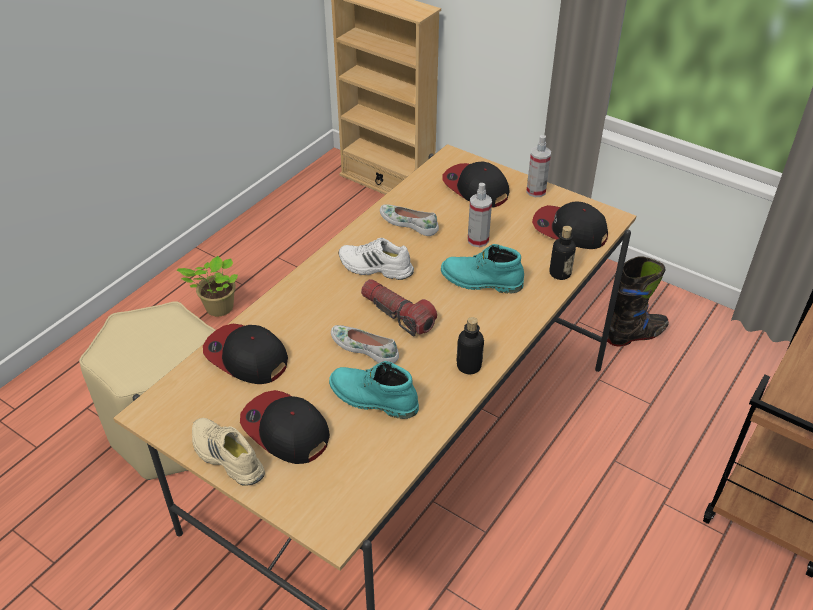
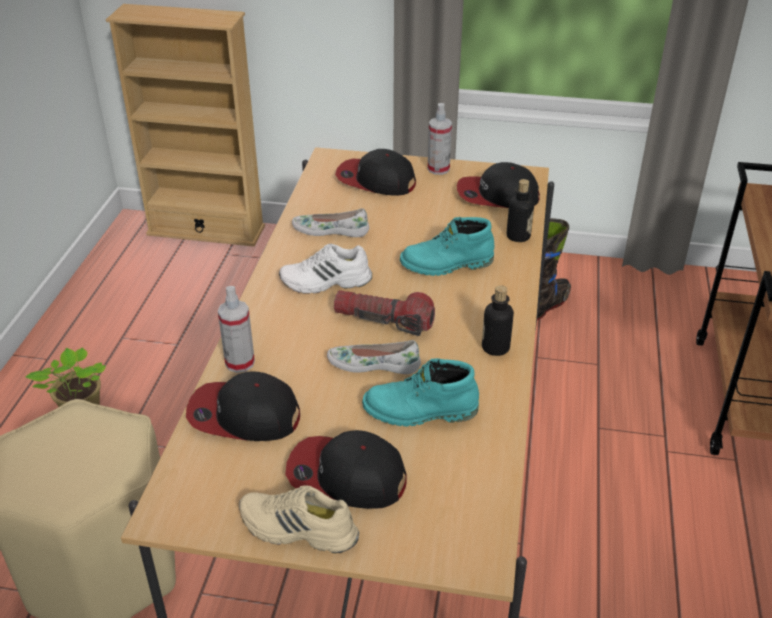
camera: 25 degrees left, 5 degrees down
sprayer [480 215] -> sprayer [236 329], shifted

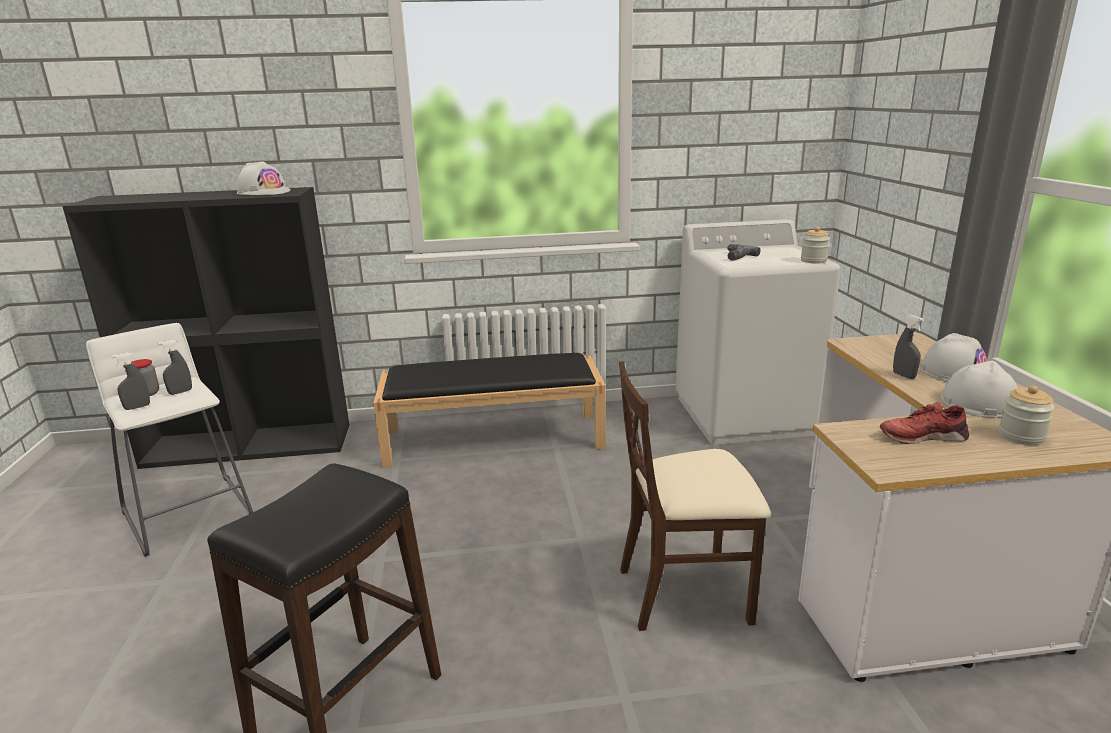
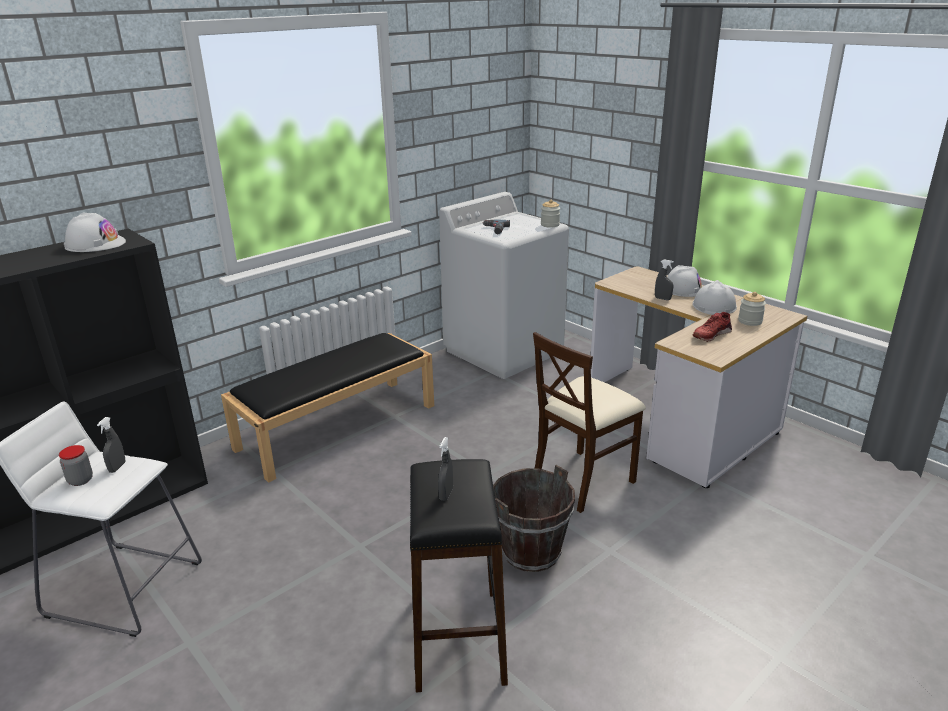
camera: 35 degrees left, 5 degrees up
sprayer in greyish [131 381] -> sprayer in greyish [445 469], shifted
none -> pail in brown-coloured [534 518]

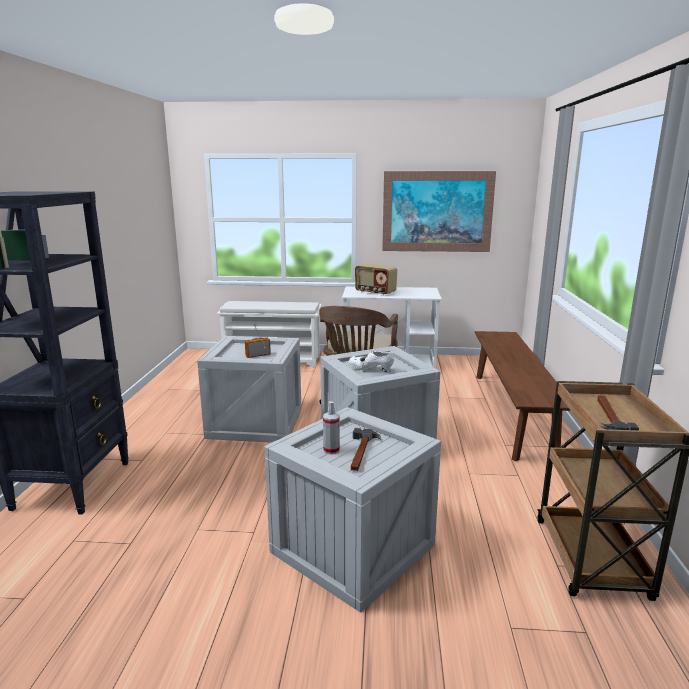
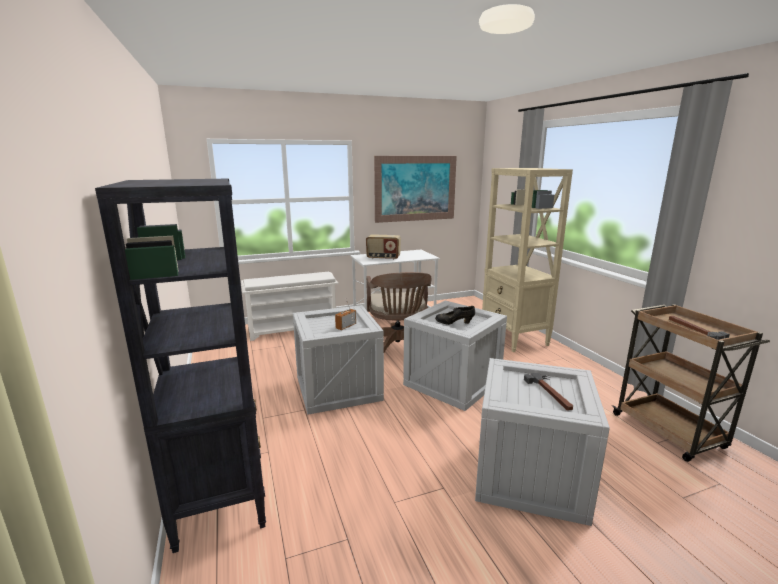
camera: 25 degrees left, 0 degrees up
indoor bench in brown-coloured [523 396] -> shelving unit in sand-coloured [527 260]
shoe in white [371 362] -> shoe in blackish [455 315]
sprayer [331 428] -> none

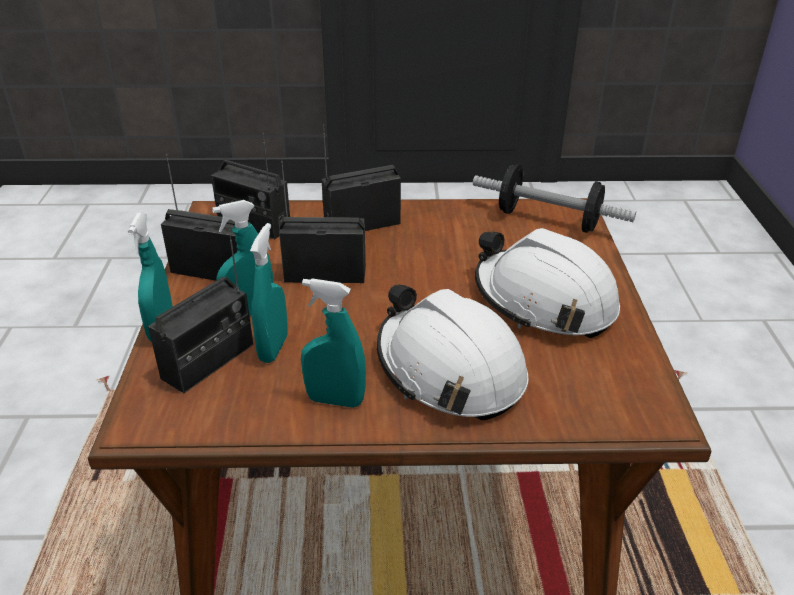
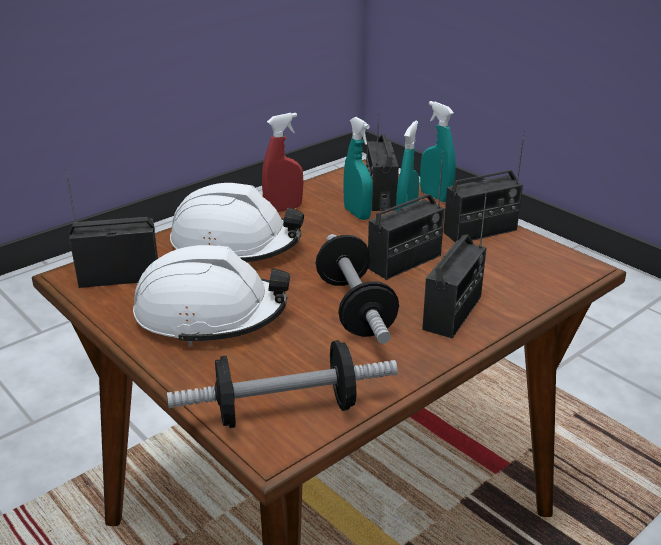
camera: 140 degrees right, 5 degrees down
radio set [250 186] -> radio set [111 228], shifted
sprayer in blue-green [333 343] -> sprayer in red-coloured [282 162]
none -> dumbbell [357 289]

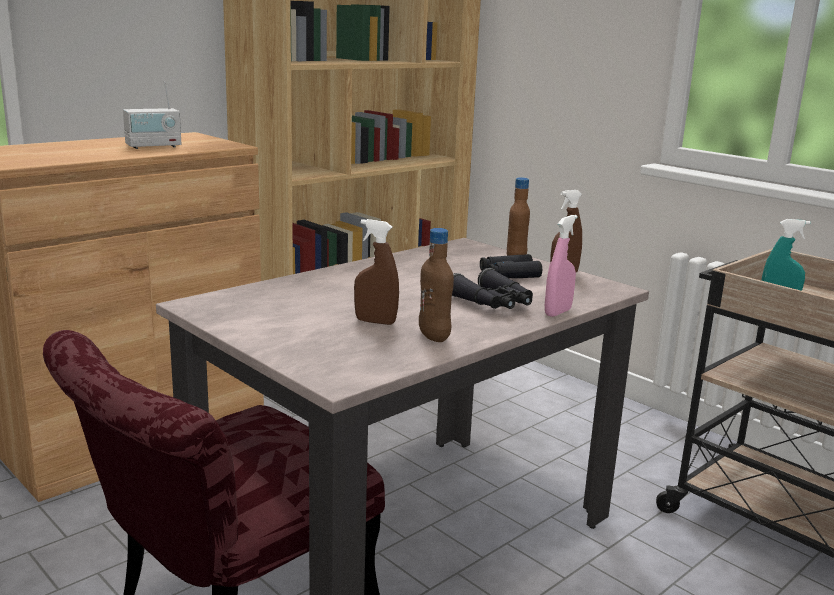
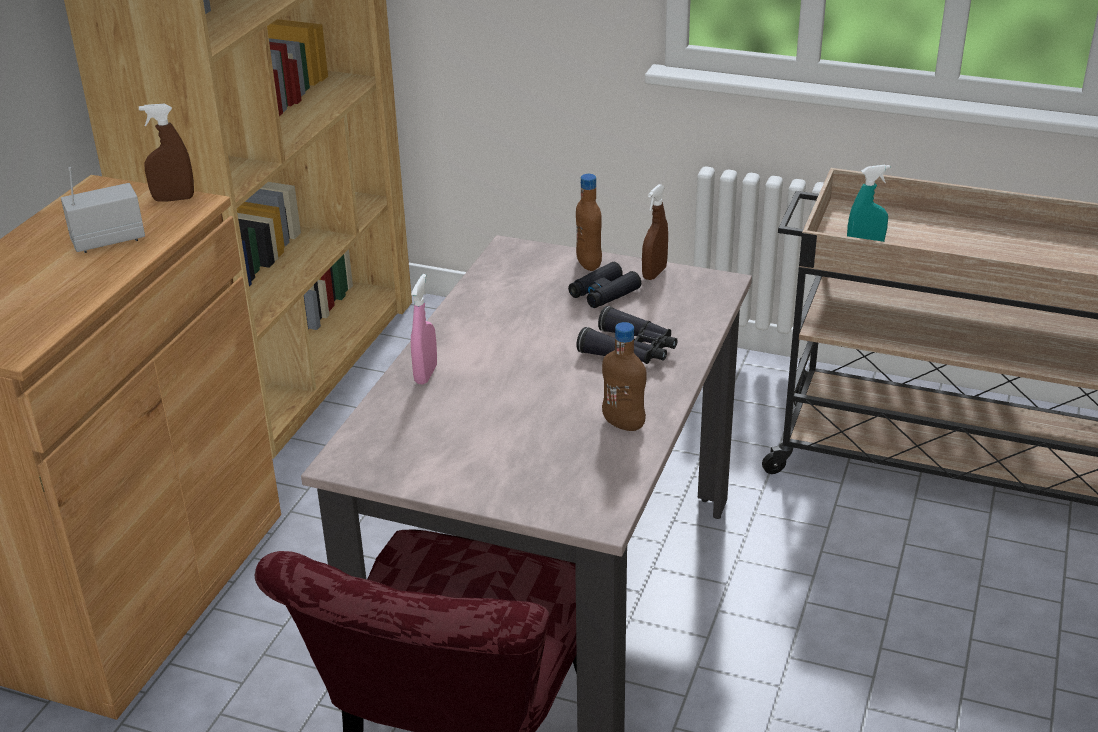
camera: 25 degrees left, 15 degrees up
radio set [152 115] -> radio set [103 210], 150 degrees counterclockwise
sprayer in pink [561 266] -> sprayer in pink [424 329], shifted
sprayer in brown-coloured [376 272] -> sprayer in brown-coloured [166 153], shifted

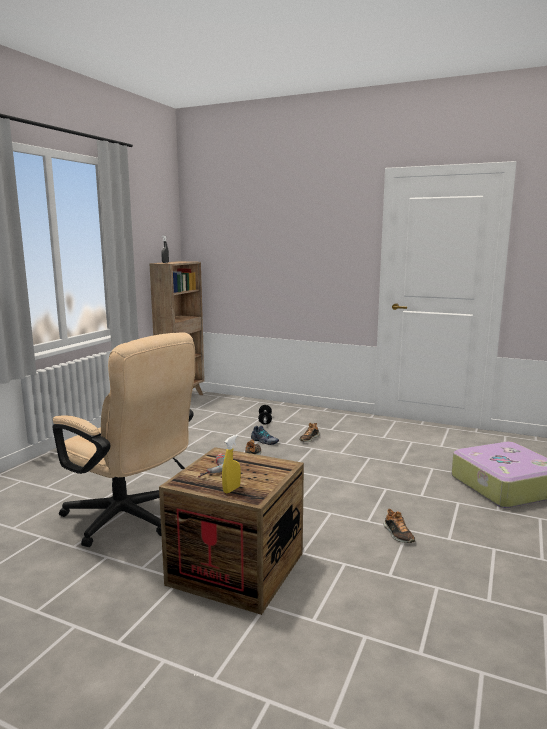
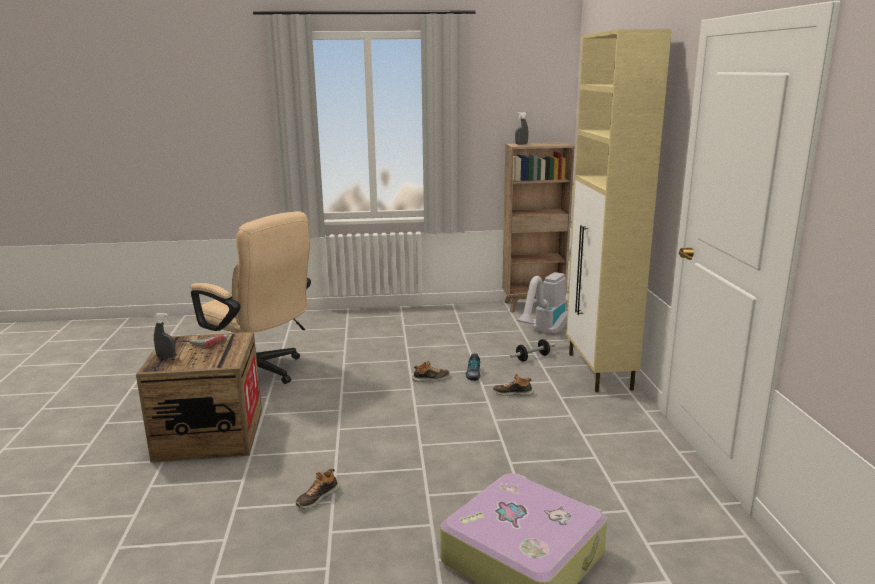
camera: 60 degrees right, 5 degrees up
desk chair in sand-coloured [123 439] -> desk chair in sand-coloured [251 297], 60 degrees counterclockwise
sprayer in yellow [231 464] -> sprayer in greyish [165 335]
none -> storage cabinet in sand-coloured [619 210]
none -> vacuum cleaner [541 303]

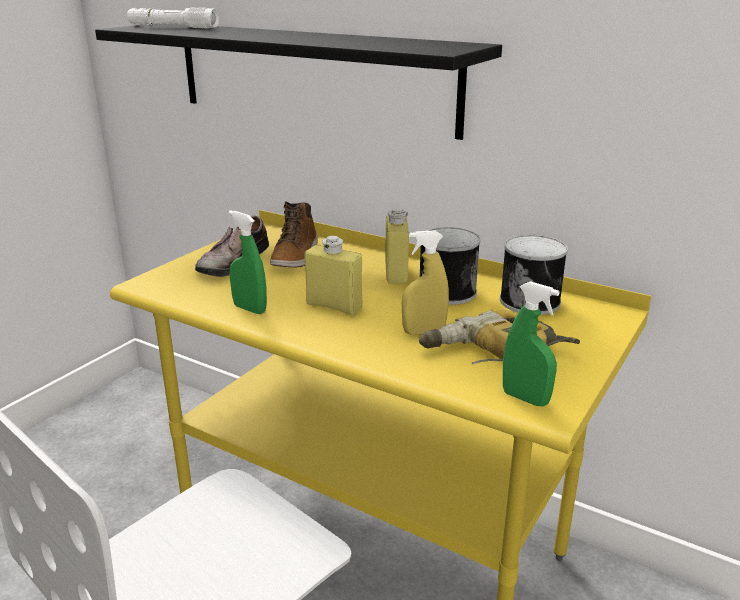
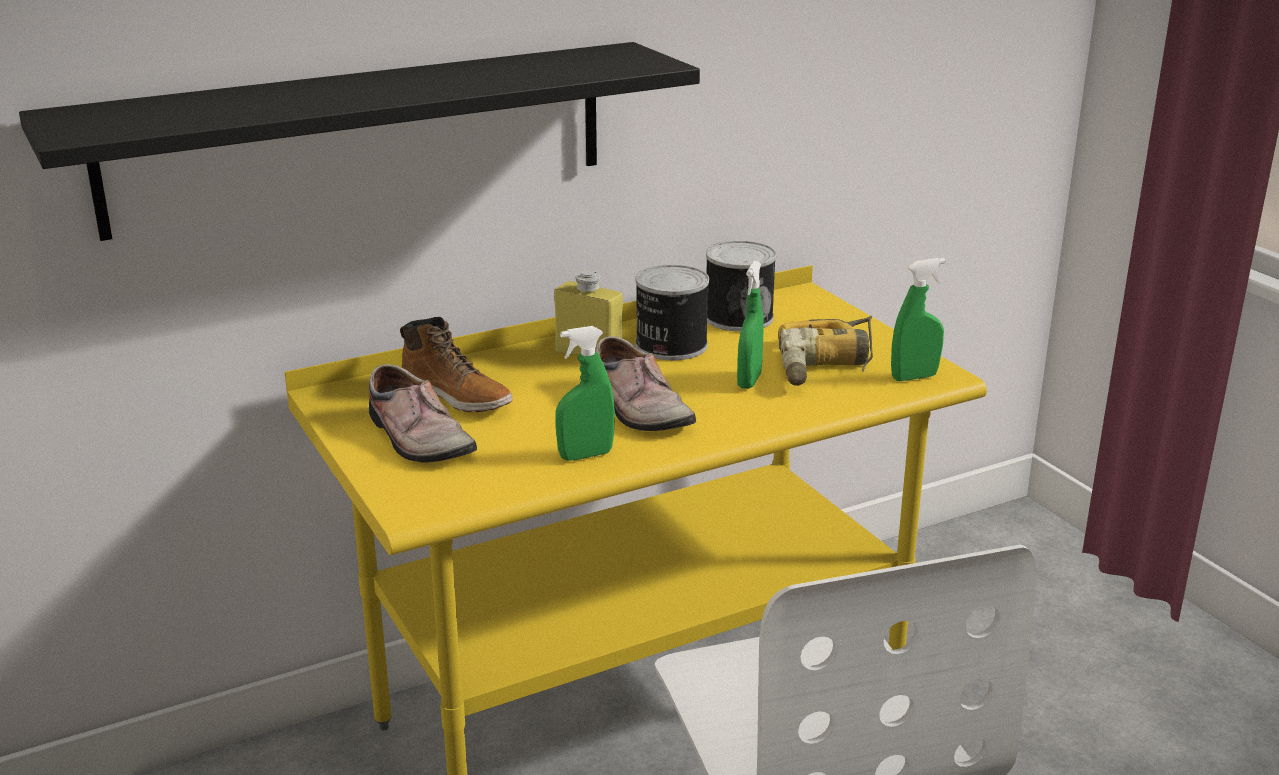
camera: 60 degrees left, 0 degrees up
flashlight in white [173 18] -> none
sprayer in yellow [425 283] -> sprayer in green [750 325]
drink bottle in yellow [333 275] -> shoe [646 383]

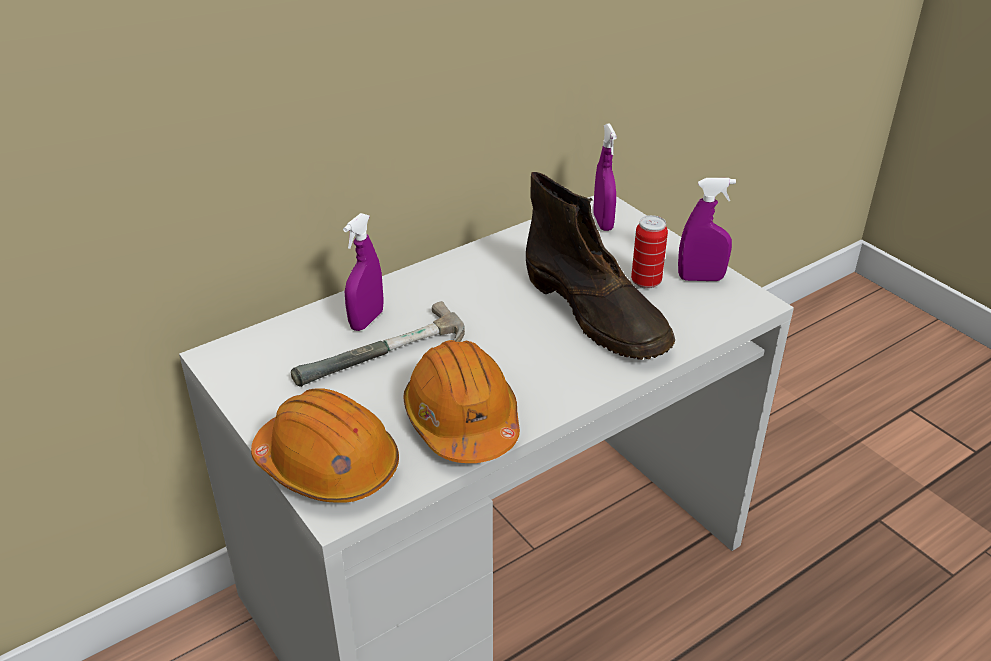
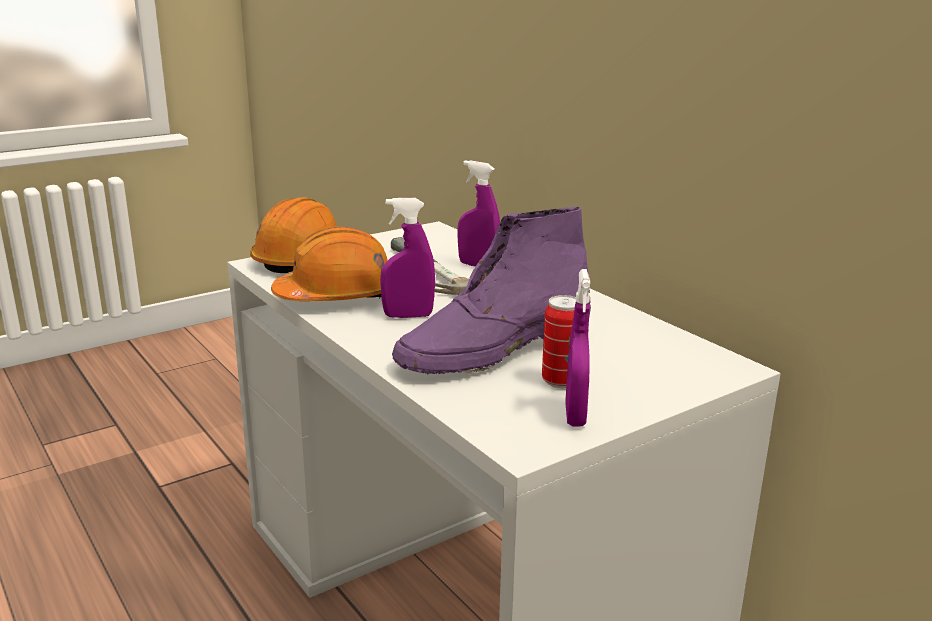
camera: 90 degrees right, 15 degrees down
sprayer in purple-coloured [605 177] -> sprayer in purple-coloured [407 258], shifted
boot in brown-coloured [600 266] -> boot in purple-coloured [491 290]

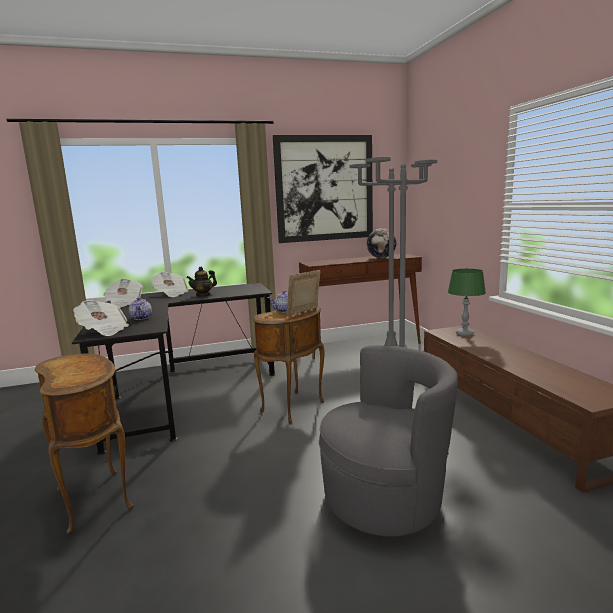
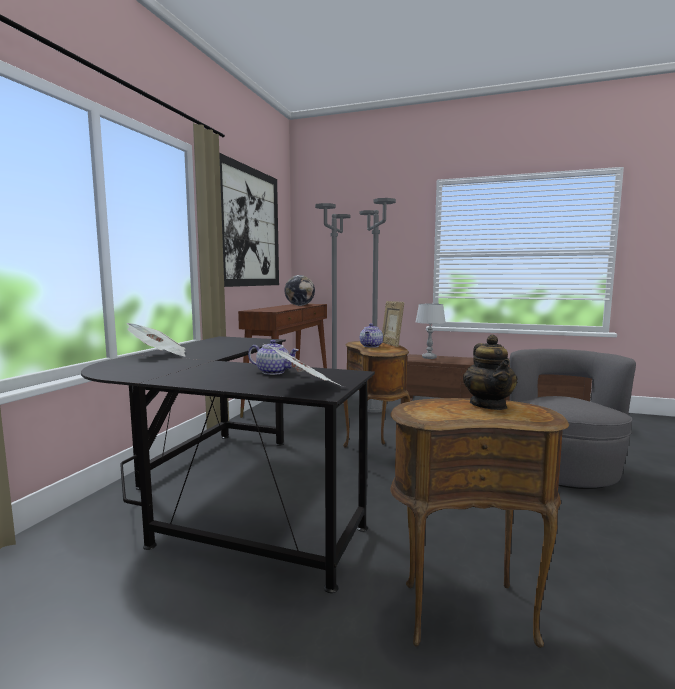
camera: 55 degrees left, 5 degrees down
tea pot [201 282] -> tea pot [490 372], shifted
lamp for a table in green [467 302] -> lamp for a table in greyish [431 331]
daily paper [123 293] -> none

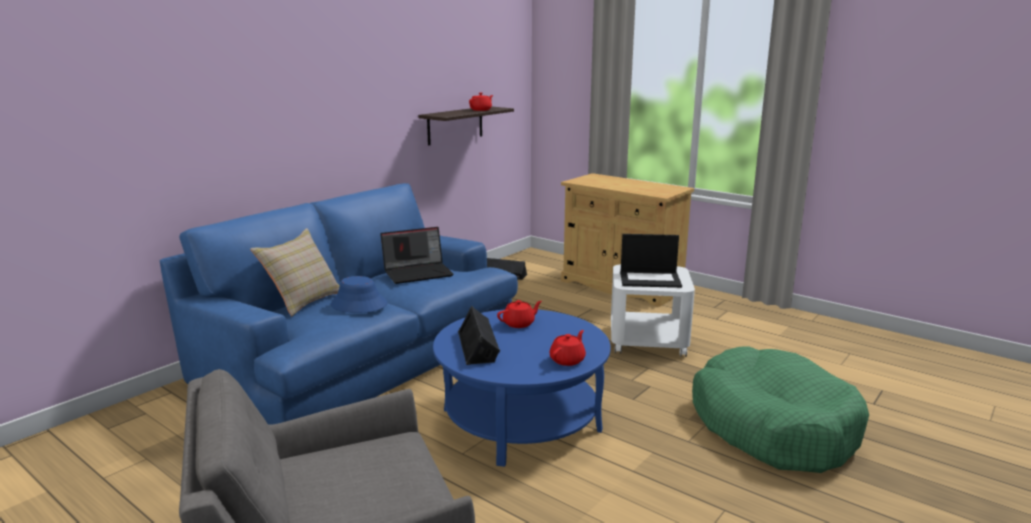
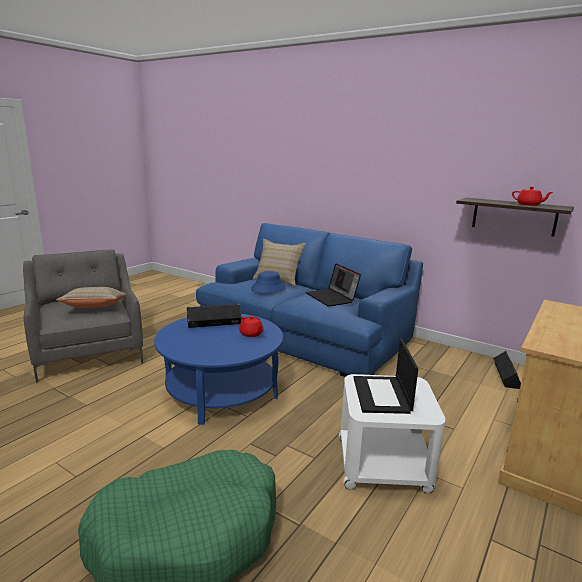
camera: 85 degrees right, 0 degrees up
tea pot in red-coloured [568 348] -> none
none -> pillow in sand-coloured [91 297]

